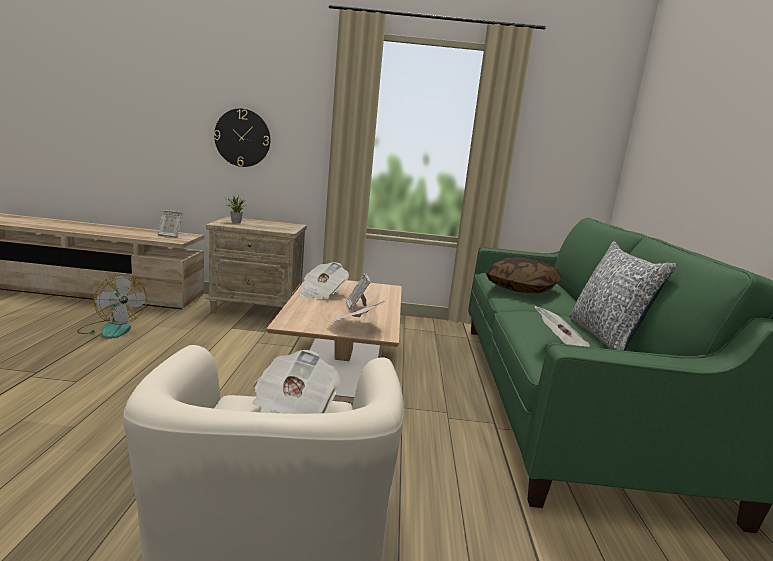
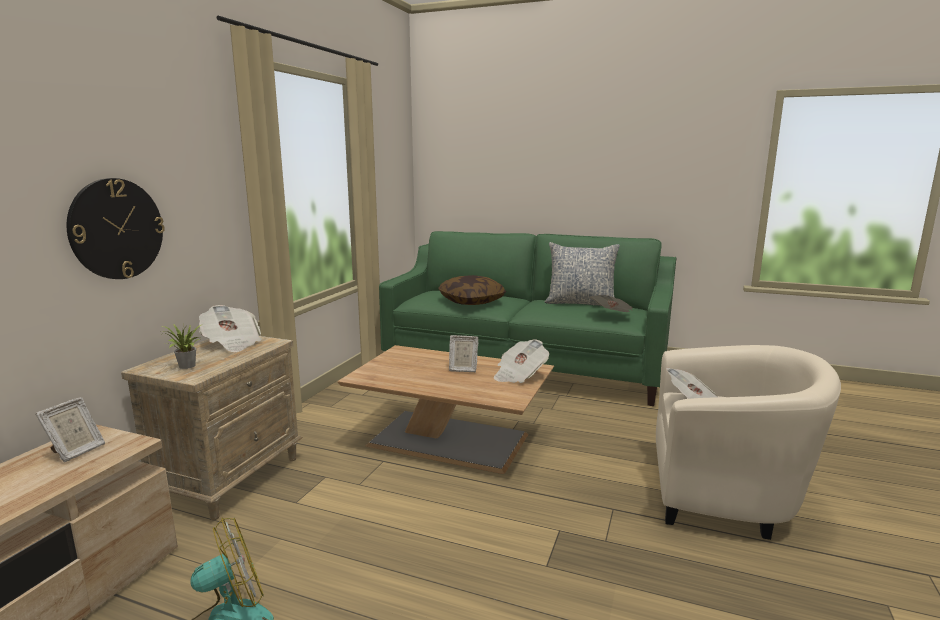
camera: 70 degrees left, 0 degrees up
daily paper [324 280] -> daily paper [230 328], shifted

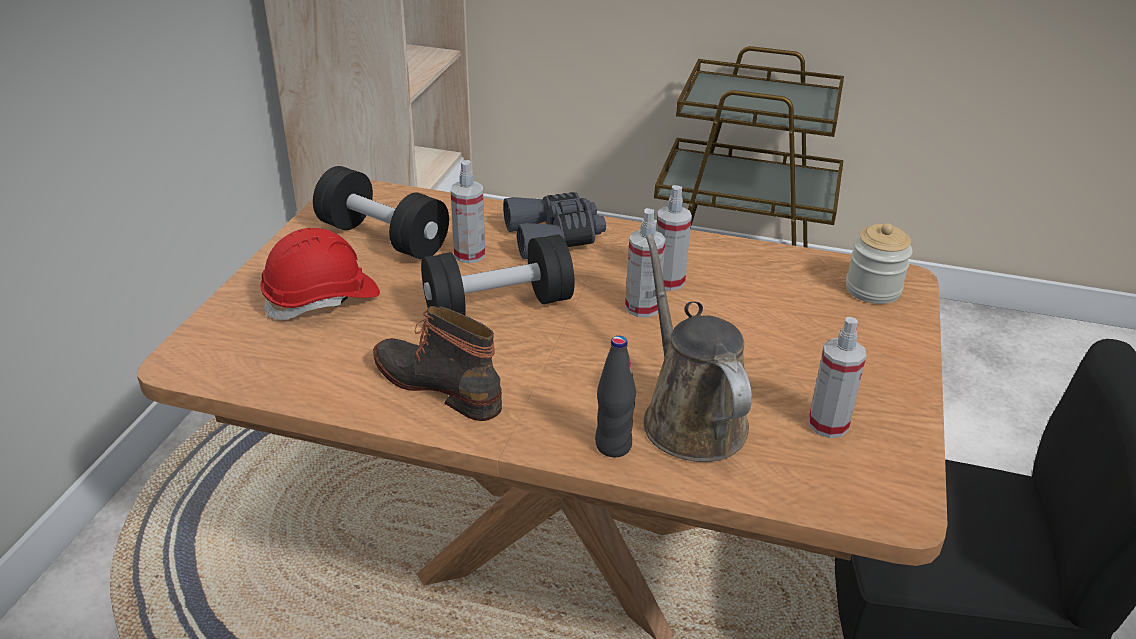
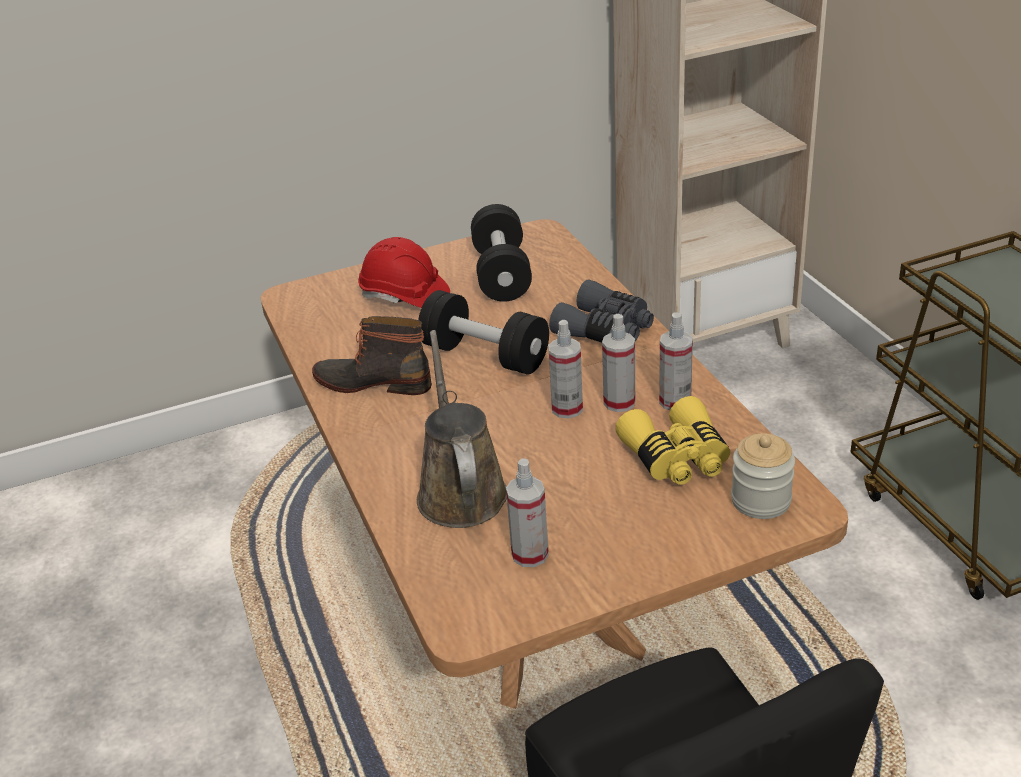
camera: 55 degrees right, 0 degrees up
sprayer [468 212] -> sprayer [676 361], shifted
sprinkling can in brown-coloured [698 348] -> sprinkling can in brown-coloured [462 429], 45 degrees counterclockwise
boot [437 363] -> boot [372 355], 75 degrees counterclockwise
drink bottle in blackish [615 396] -> none
none -> binoculars in yellow [672 440]

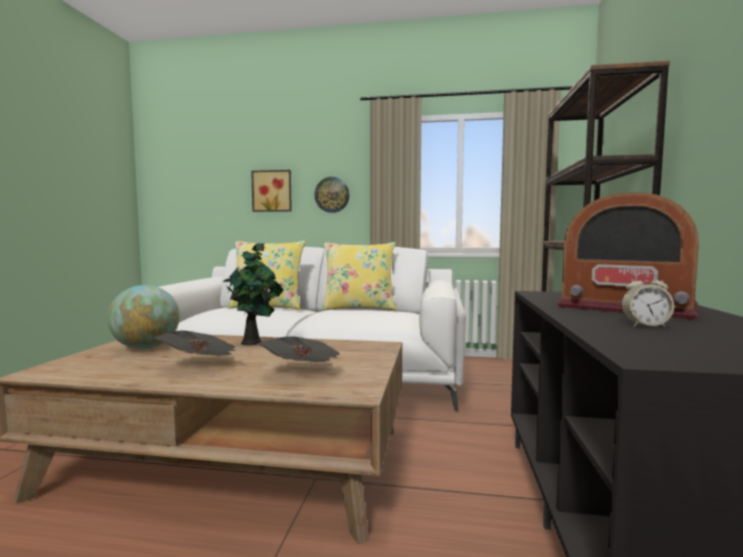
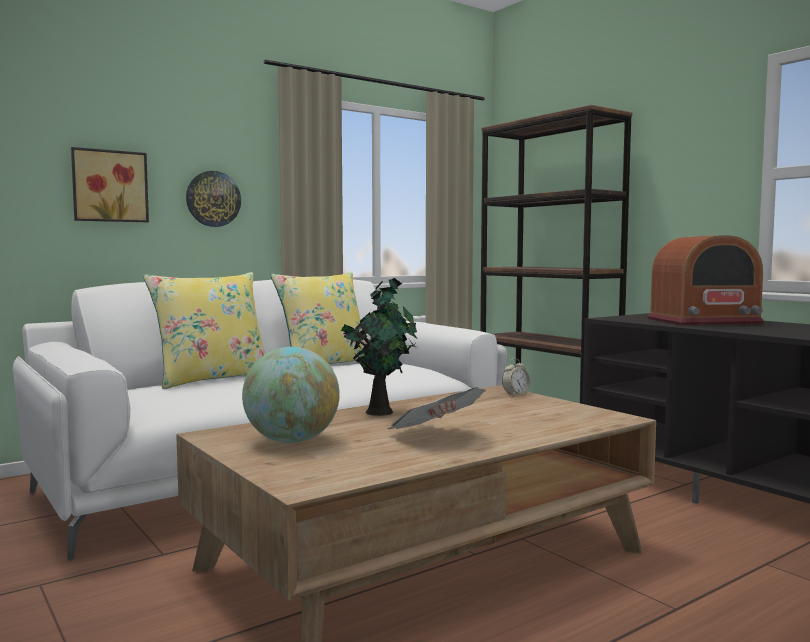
camera: 45 degrees left, 0 degrees up
alarm clock [647 300] -> alarm clock [516 377], shifted
daily paper [299 349] -> none

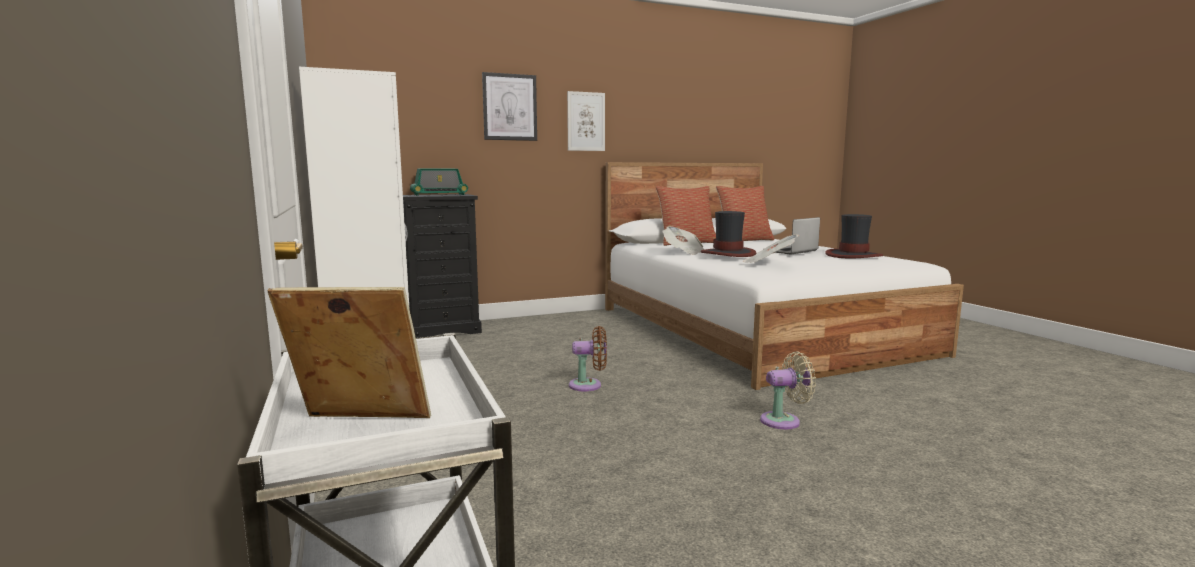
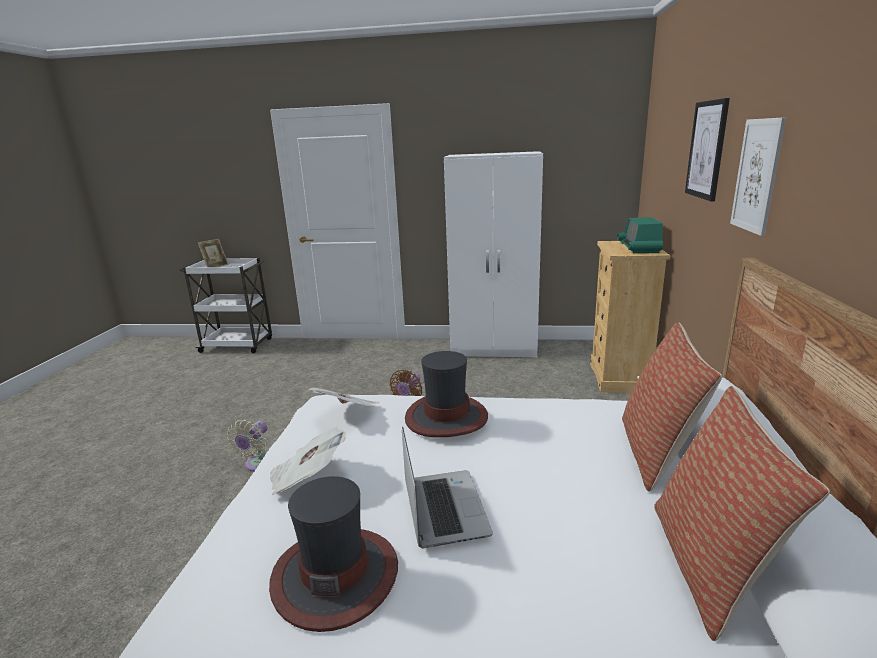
camera: 120 degrees right, 10 degrees up
dresser in blackish [442 266] -> dresser in sand-coloured [630 317]
daily paper [683 240] -> daily paper [308 461], shifted

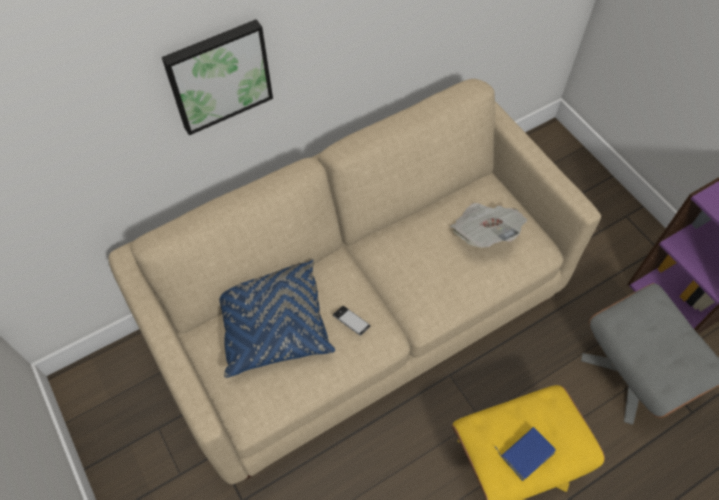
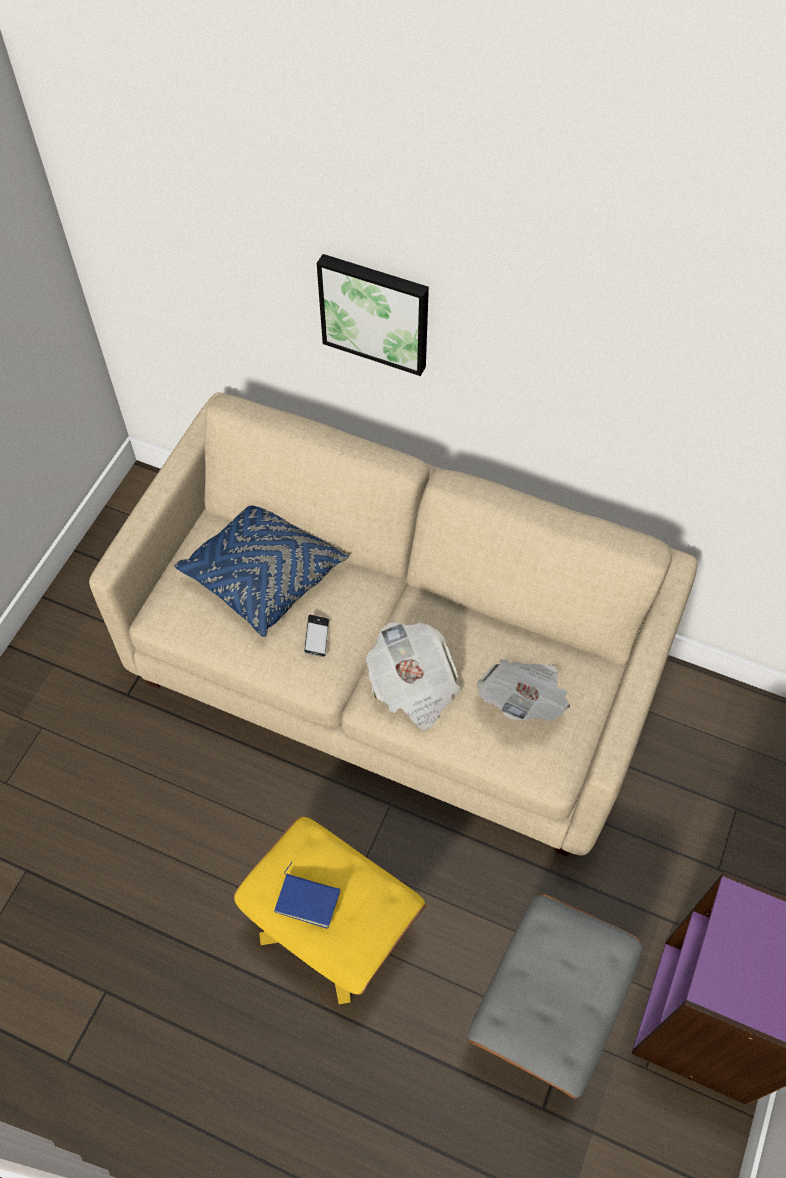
camera: 55 degrees right, 0 degrees up
none -> daily paper [413 675]

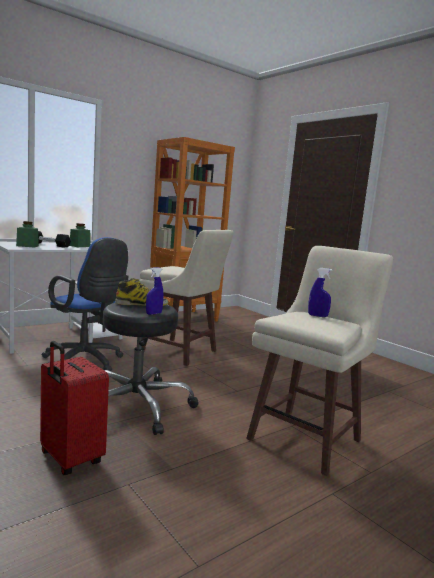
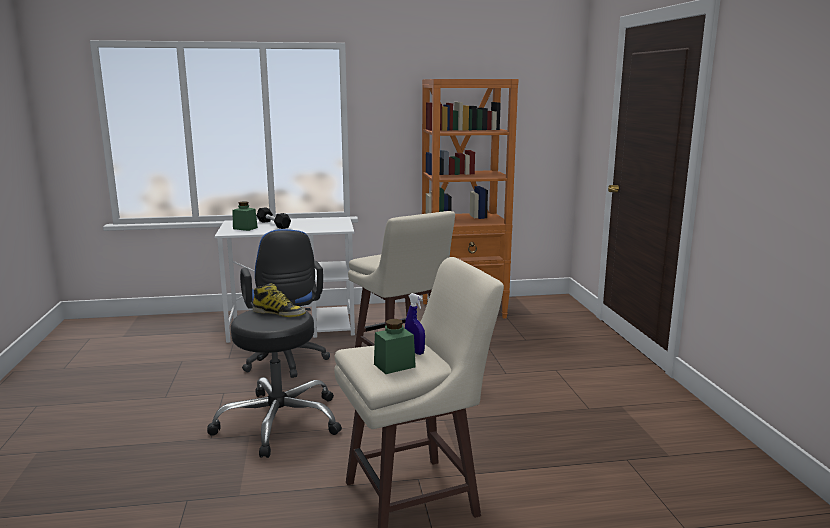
camera: 30 degrees right, 5 degrees up
preserve jar in green [80 235] -> preserve jar in green [395 346], shifted
sprayer in blue [154 291] -> none
travel case in red-coloured [74 408] -> none

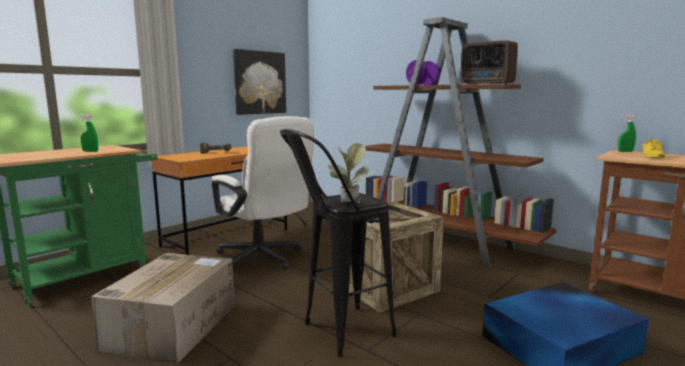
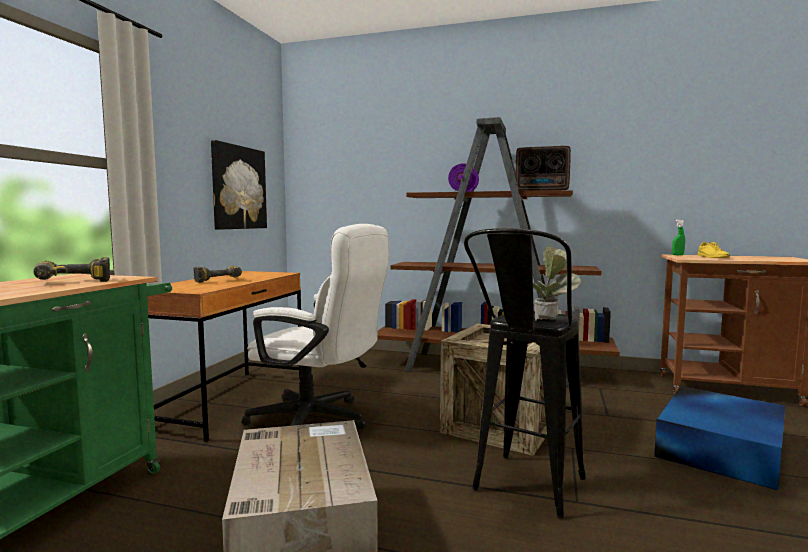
camera: 25 degrees left, 5 degrees down
sprayer in green [89 133] -> drill [71 269]

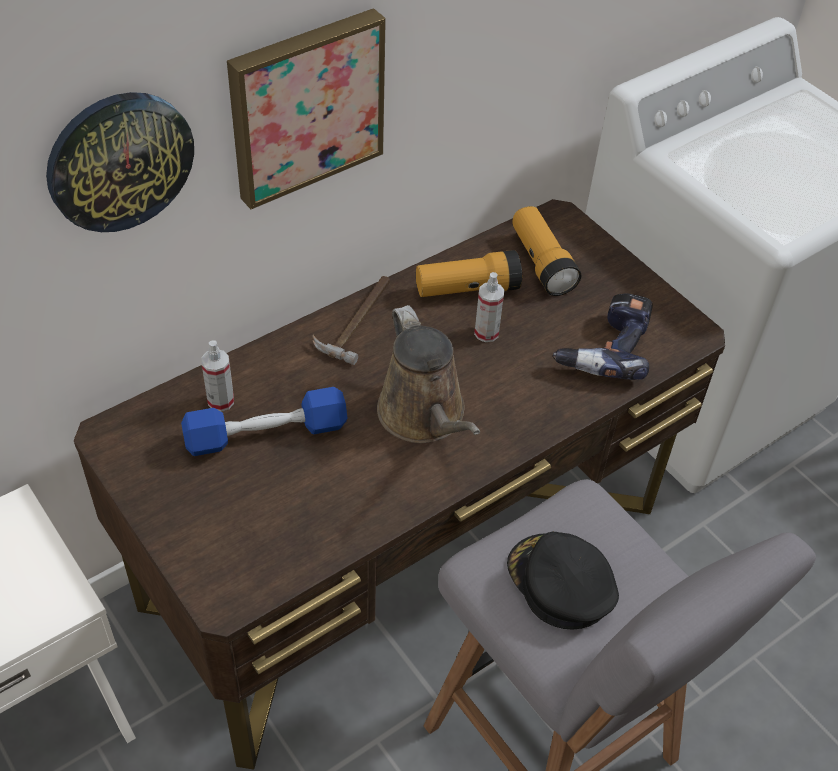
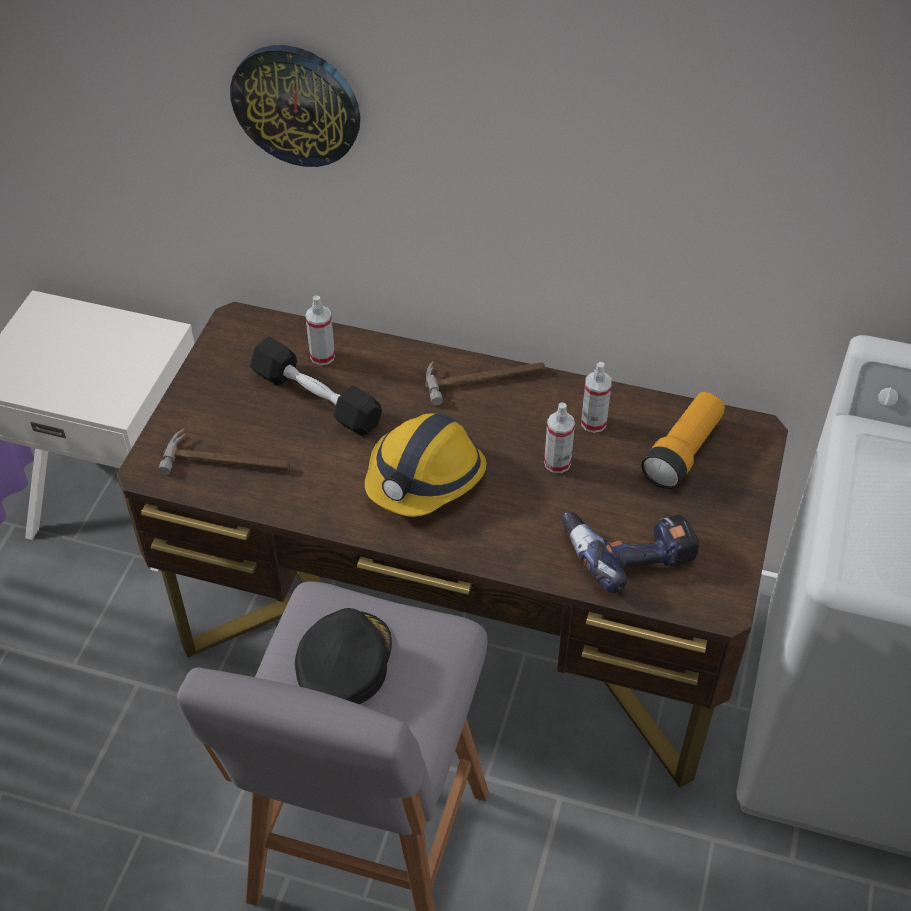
camera: 55 degrees right, 0 degrees up
picture [306 108] -> none
flashlight [469 273] -> sprayer [596 397]
sprinkling can in brown-coloured [428 374] -> hard hat [426 465]
dumbbell in blue [264 421] -> dumbbell in blackish [316 386]
none -> hammer [224 452]

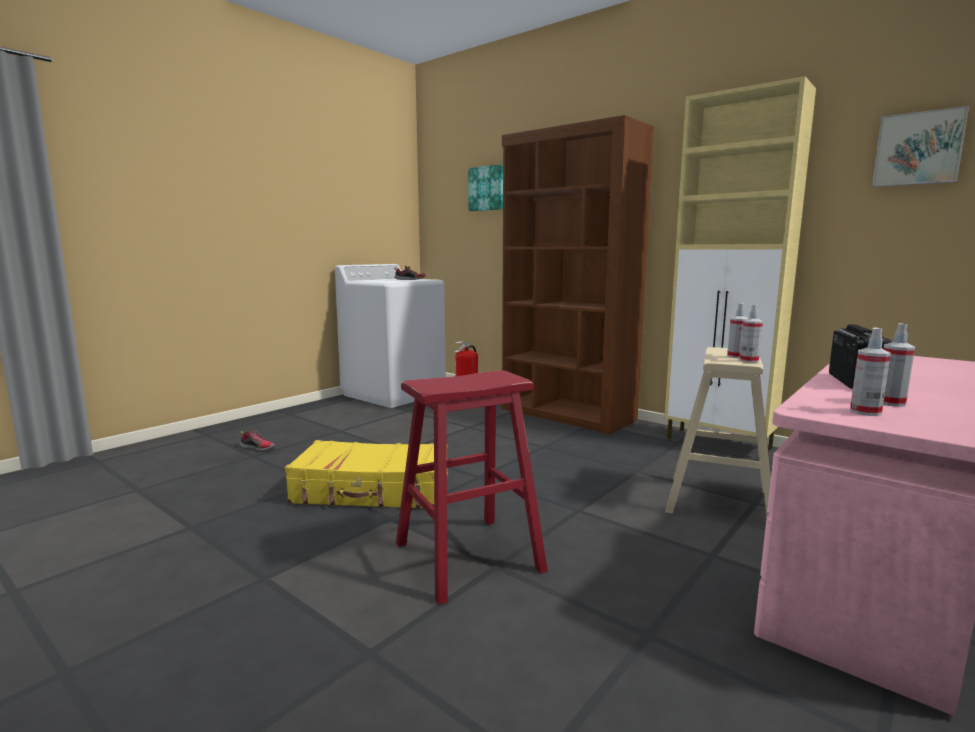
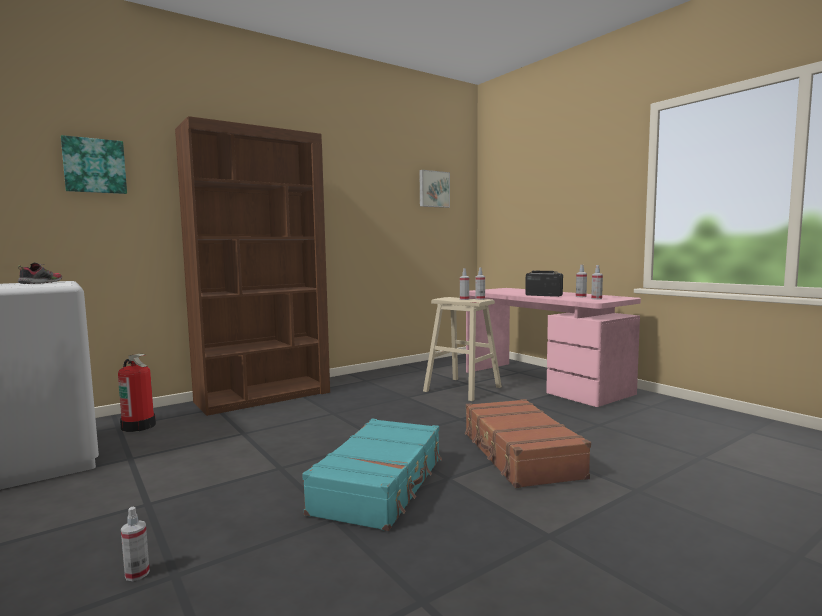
camera: 75 degrees left, 5 degrees down
storage cabinet in sand-coloured [740 267] -> none
stool seat in red-coloured [472 487] -> travel case in brown-coloured [528 443]
shoe [257 440] -> sprayer [135 544]
travel case in yellow [366 474] -> travel case in blue-green [372 475]

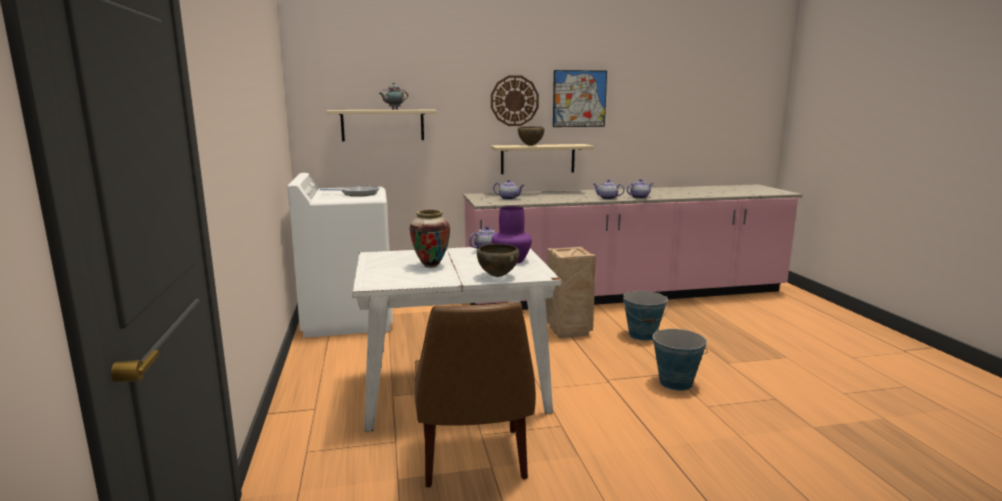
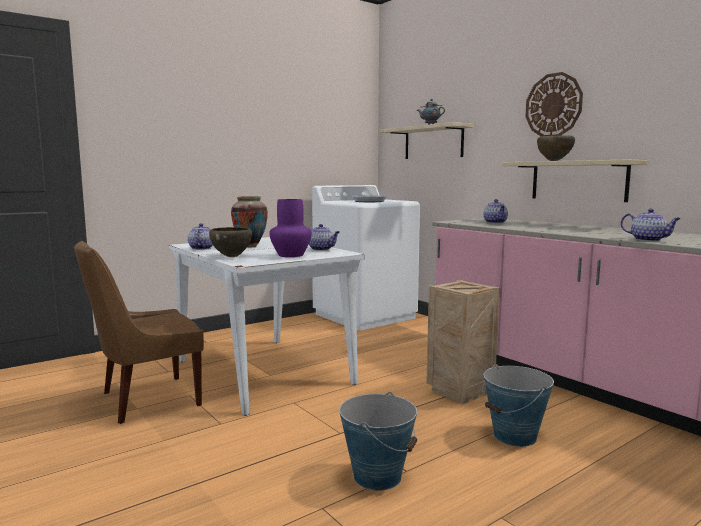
camera: 65 degrees right, 5 degrees down
picture [580 98] -> none
tea pot [609 190] -> tea pot [200 236], shifted

